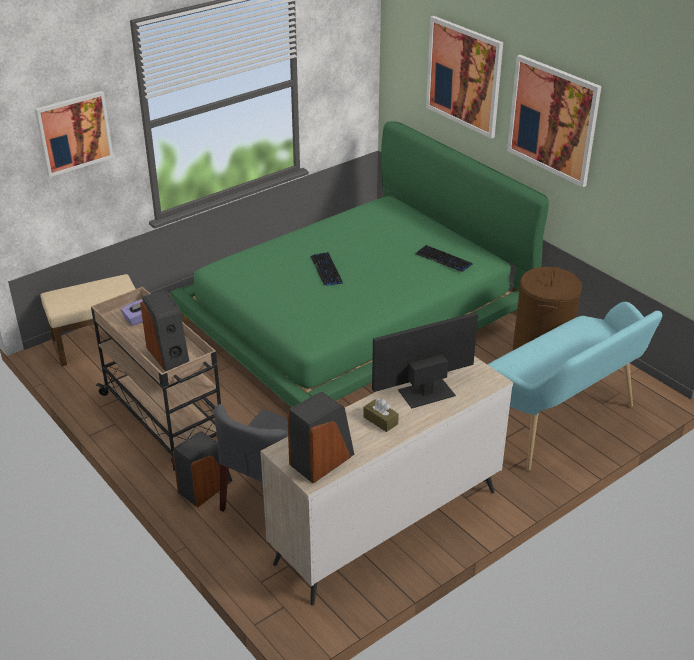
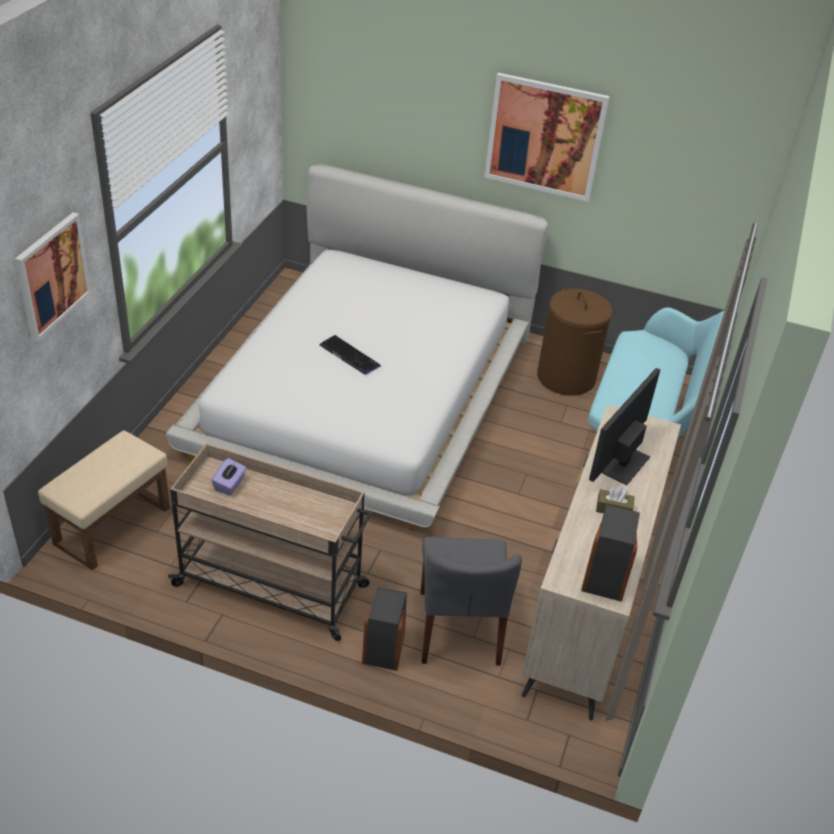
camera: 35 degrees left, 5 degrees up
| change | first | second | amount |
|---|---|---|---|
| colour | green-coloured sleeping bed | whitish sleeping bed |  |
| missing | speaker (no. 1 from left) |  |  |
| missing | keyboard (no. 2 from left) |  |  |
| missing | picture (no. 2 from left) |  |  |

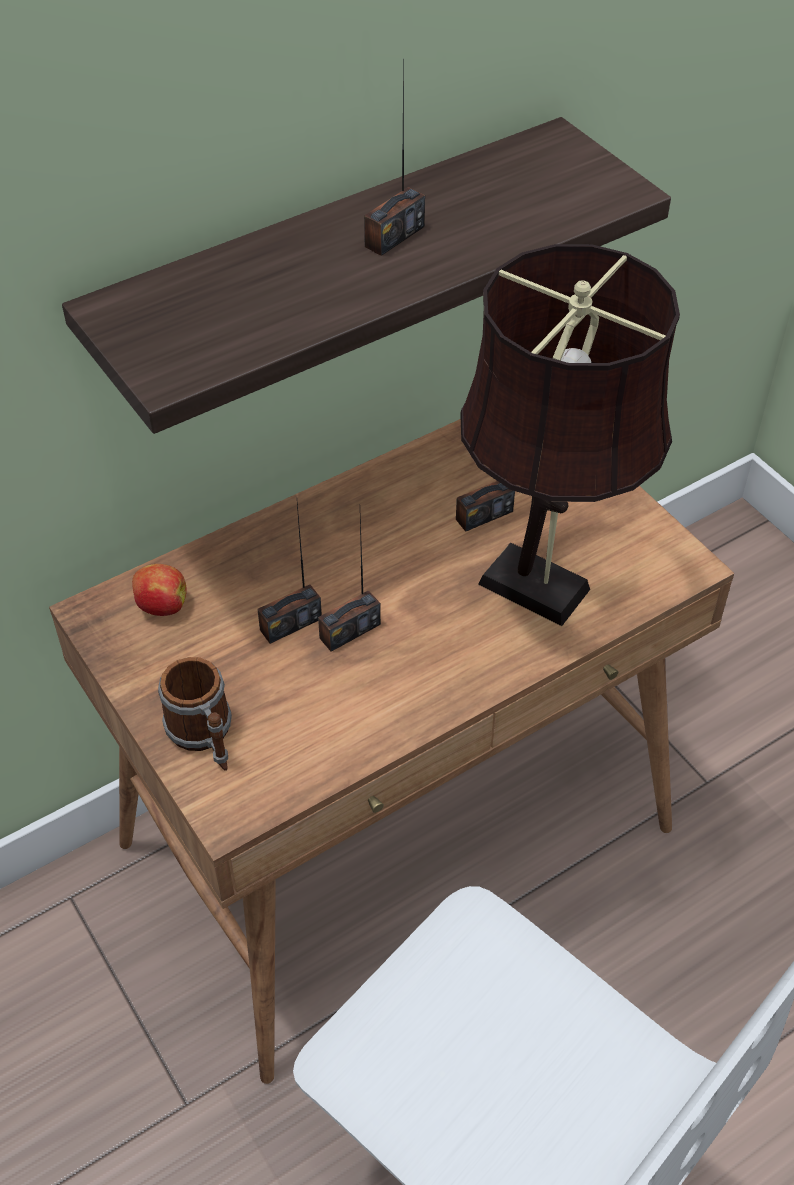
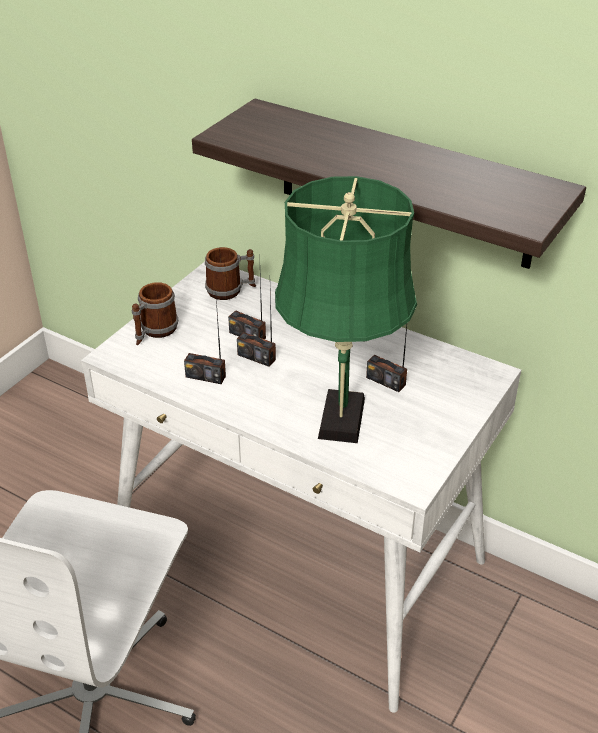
camera: 65 degrees right, 10 degrees down
| change | first | second | amount |
|---|---|---|---|
| colour | brown-coloured desk | whitish desk |  |
| relocated | radio receiver (no. 3 from left in the first image) | radio receiver (no. 1 from left) |  |
| exchanged | apple fruit | mug (no. 2 from left) |  |
| colour | brown-coloured tabletop lamp | green-coloured tabletop lamp |  |

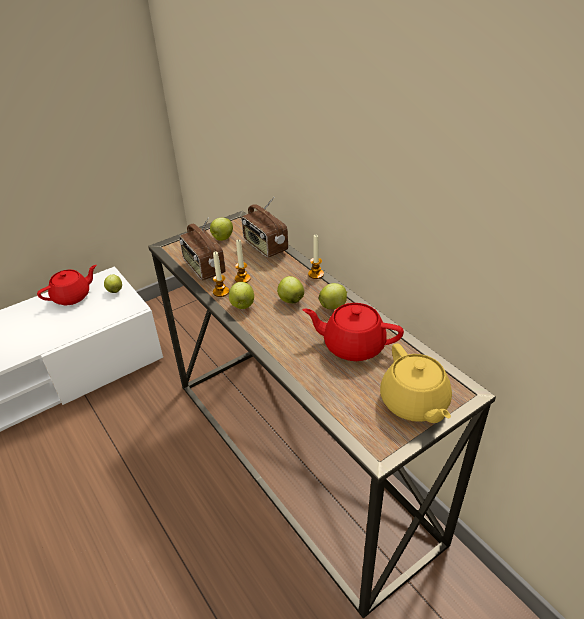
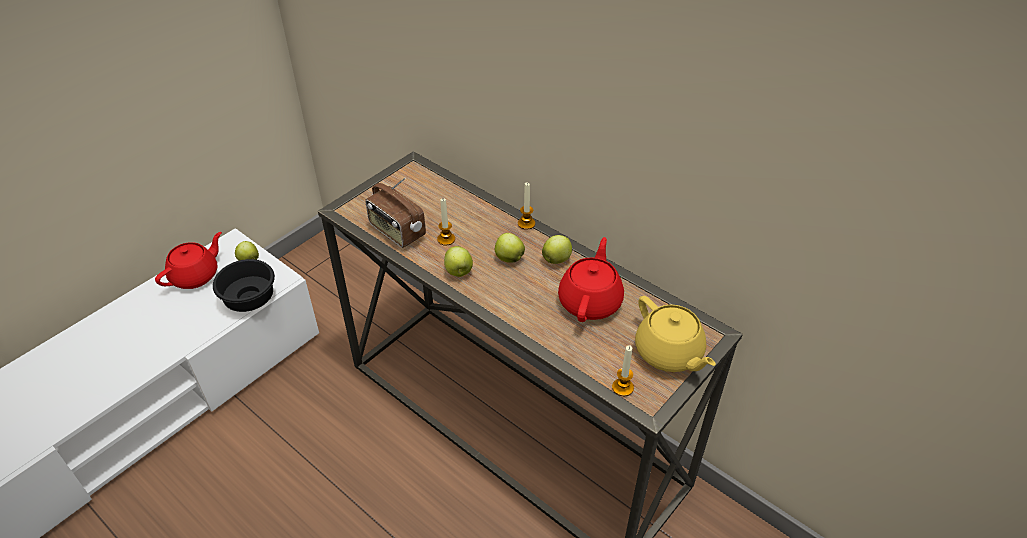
camera: 15 degrees left, 5 degrees up
| change | first | second | amount |
|---|---|---|---|
| appeared |  | black-coloured deep dish |  |
| spun | red-coloured pot for tea (no. 2 from left) |  | 105 degrees clockwise |
| relocated | wax light (no. 1 from left in the first image) | wax light (no. 3 from left) |  |
| missing | apple fruit (no. 2 from left) |  |  |
| missing | radio receiver (no. 2 from left) |  |  |

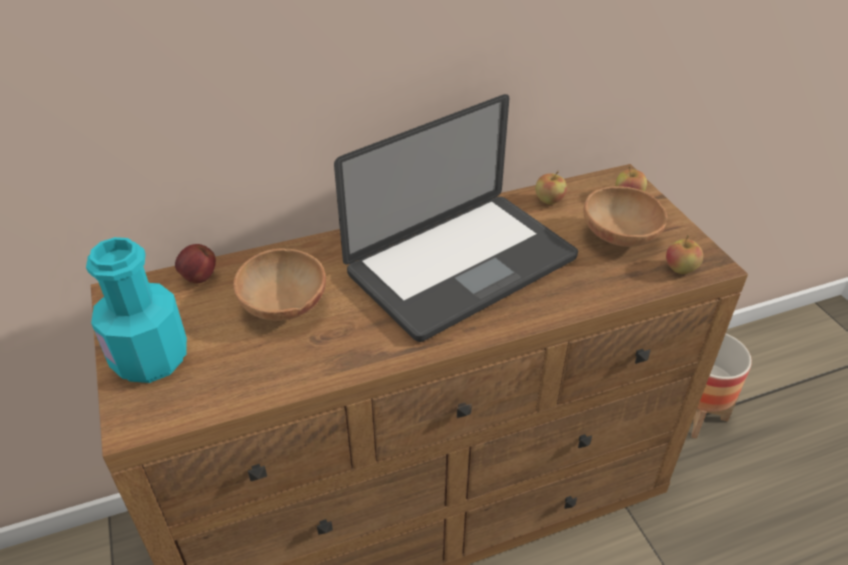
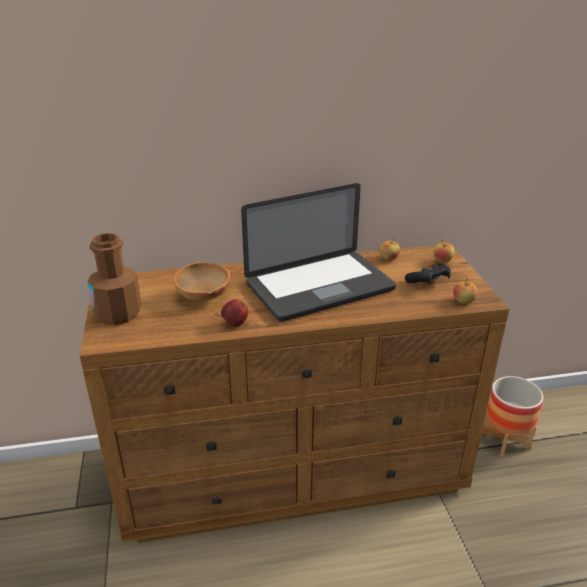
camera: 10 degrees right, 10 degrees down
| change | first | second | amount |
|---|---|---|---|
| colour | turquoise-coloured beverage bottle | brown-coloured beverage bottle |  |
| relocated | apple fruit (no. 1 from left) |  |  |
| exchanged | brown-coloured deep dish (no. 2 from left) | black-coloured joypad |  |

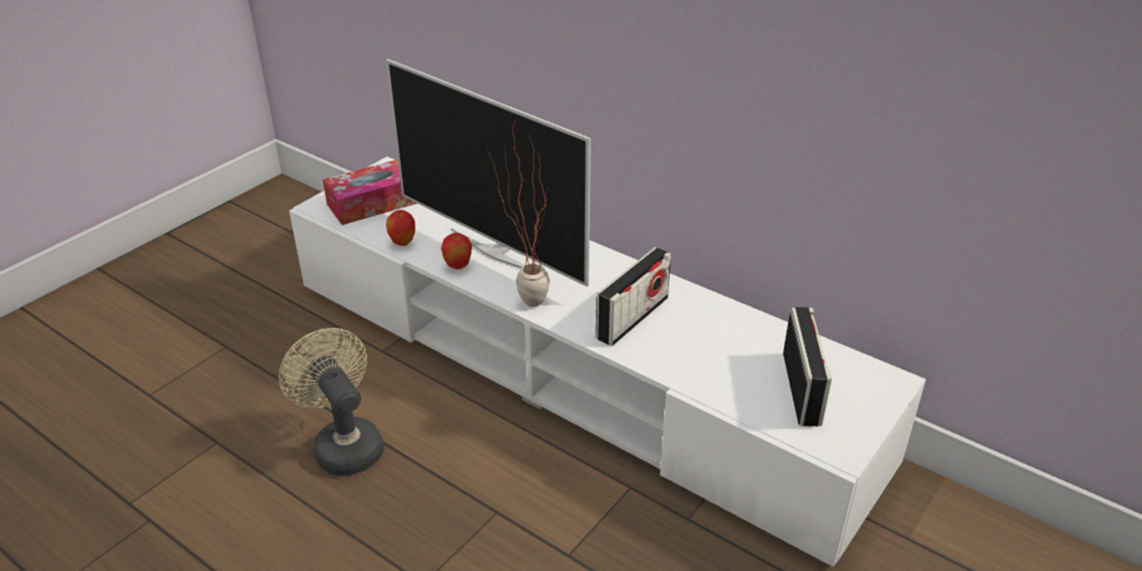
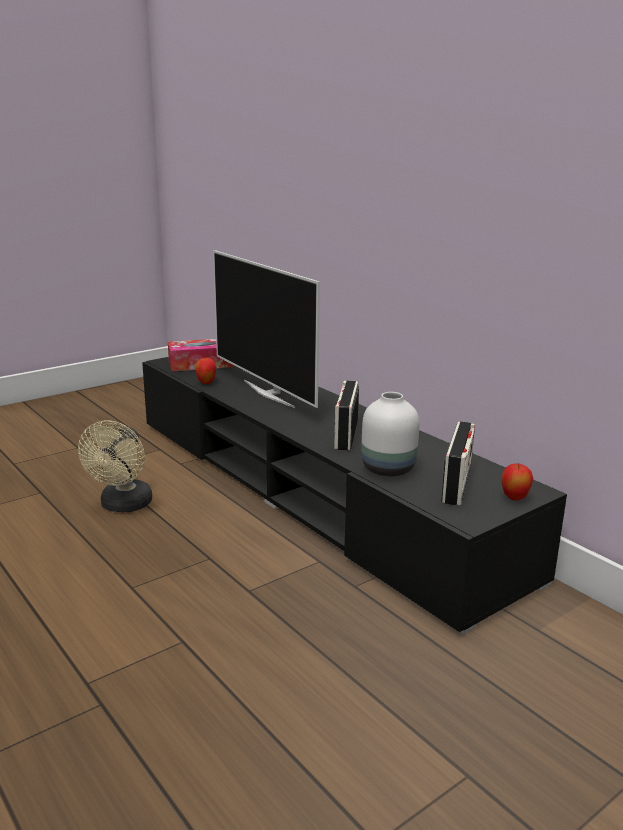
camera: 15 degrees right, 15 degrees down
| change | first | second | amount |
|---|---|---|---|
| spun | sand-coloured cooling fan |  | 150 degrees counterclockwise |
| colour | whitish tv unit | black-coloured tv unit |  |
| spun | radio receiver (no. 1 from left) |  | 135 degrees clockwise |
| appeared |  | whitish decorative vase |  |
| relocated | apple fruit (no. 2 from left) |  |  |
| missing | houseplant |  |  |

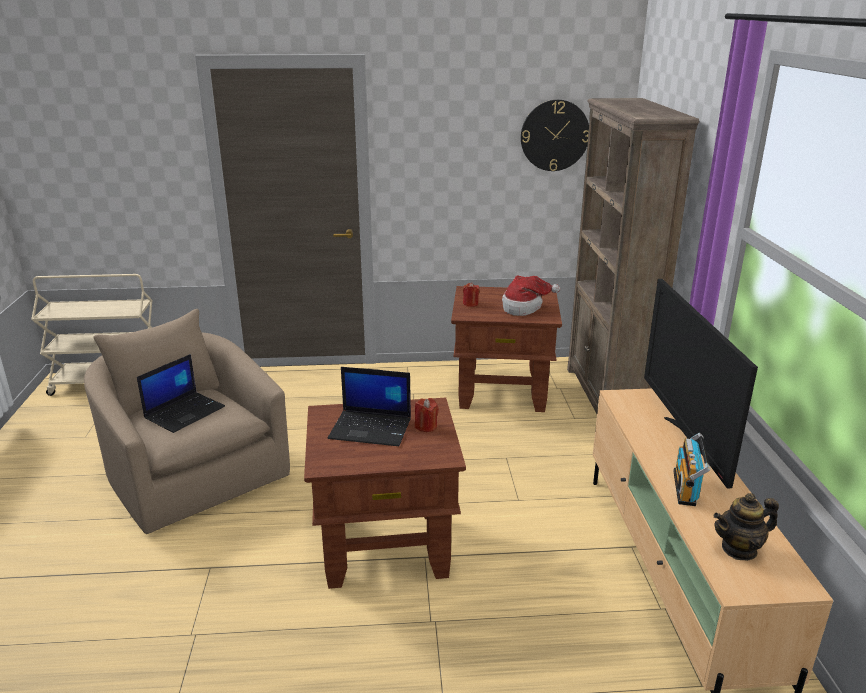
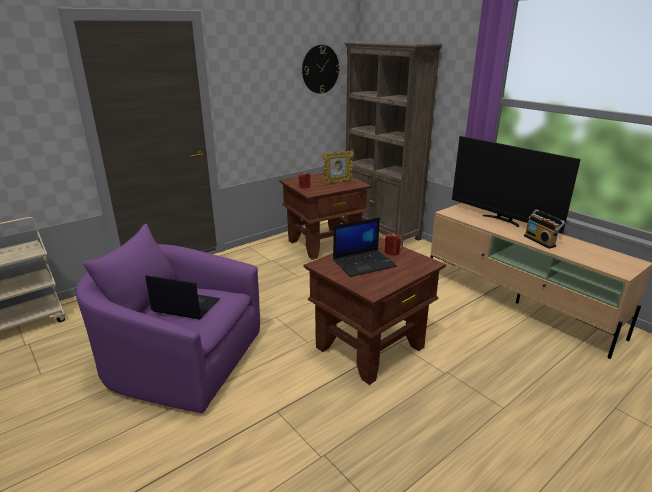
camera: 35 degrees left, 0 degrees up
| change | first | second | amount |
|---|---|---|---|
| colour | sand-coloured lounge chair | purple lounge chair |  |
| spun | notebook computer (no. 1 from left) |  | 75 degrees counterclockwise |
| exchanged | wearable hat | picture frame |  |
| missing | pot for tea |  |  |

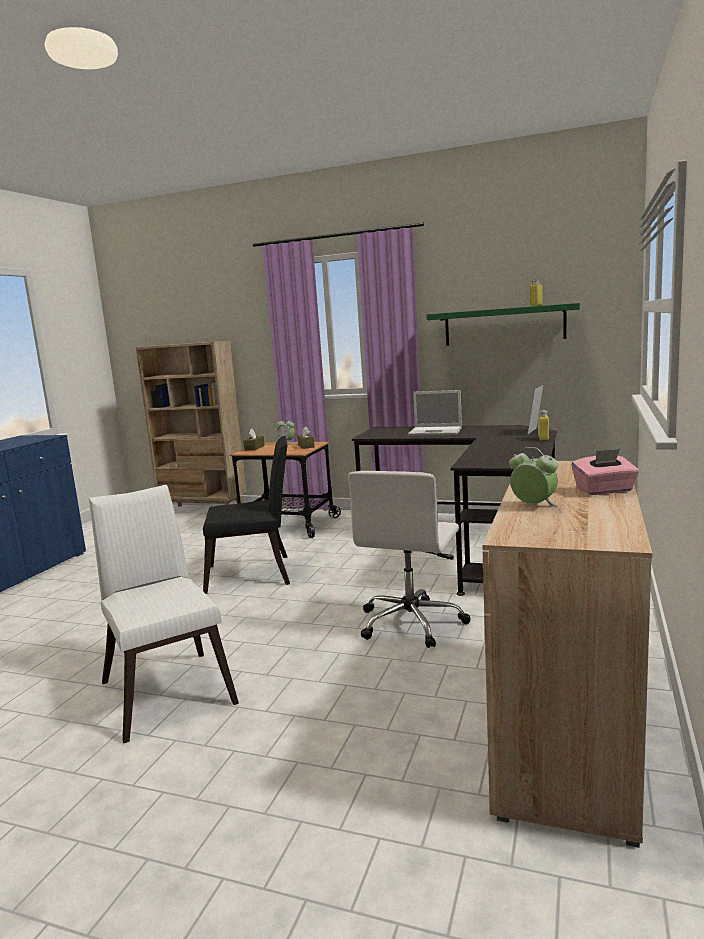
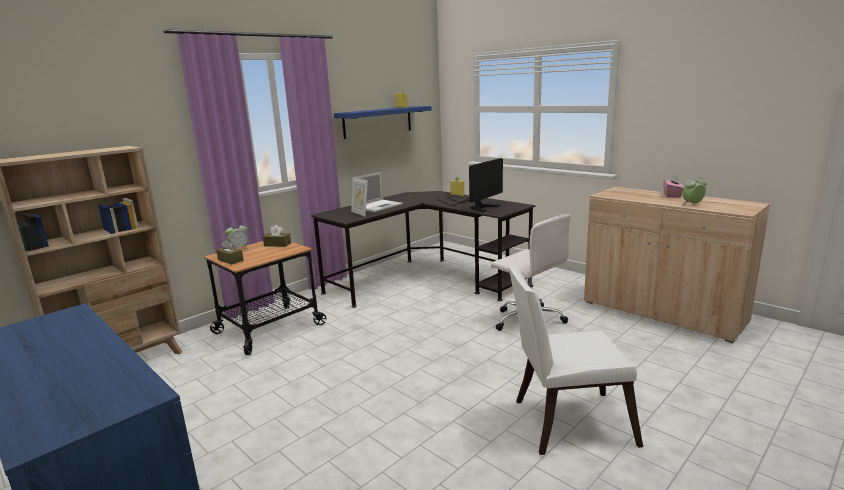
camera: 65 degrees left, 5 degrees up
| change | first | second | amount |
|---|---|---|---|
| colour | green-coloured shelf | blue-coloured shelf |  |
| relocated | picture frame |  |  |
| appeared |  | computer screen |  |
| missing | black-coloured plain chair |  |  |

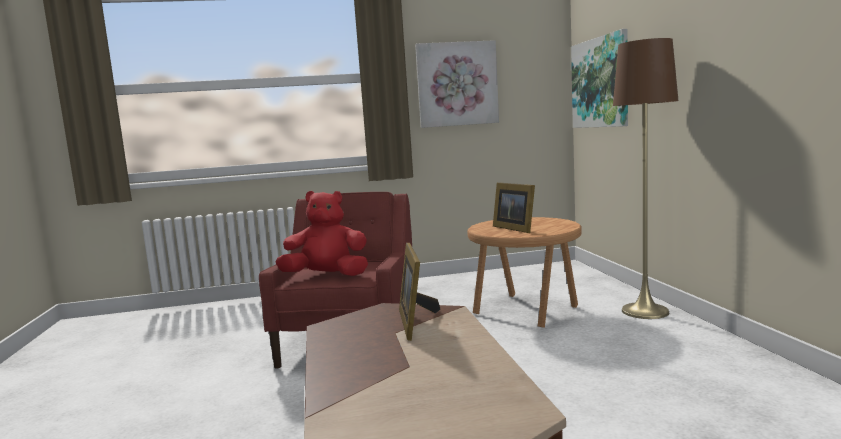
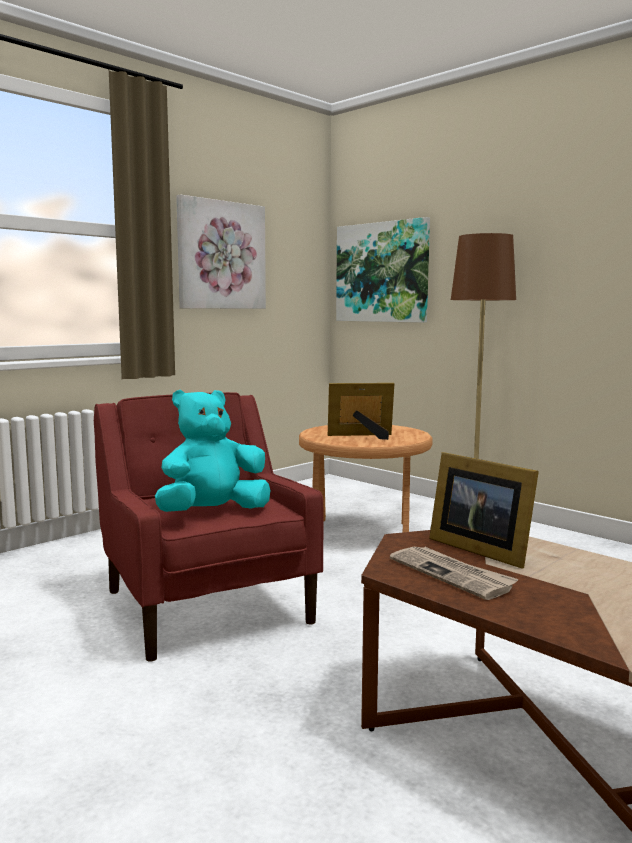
camera: 35 degrees left, 0 degrees up
| change | first | second | amount |
|---|---|---|---|
| colour | red-coloured soft toy | turquoise-coloured soft toy |  |
| spun | picture frame (no. 2 from left in the first image) | picture frame (no. 1 from left) | 150 degrees clockwise |
| appeared |  | newspaper |  |

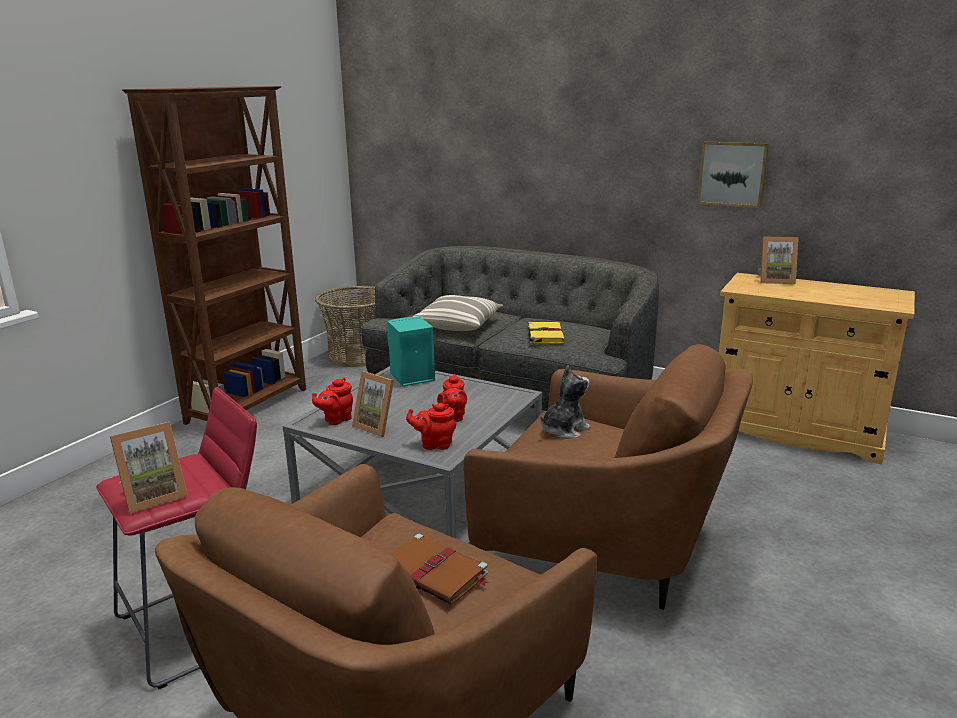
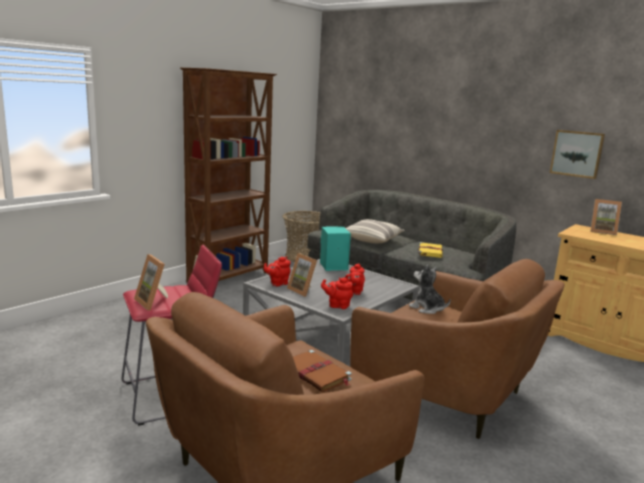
camera: 10 degrees right, 5 degrees down
| change | first | second | amount |
|---|---|---|---|
| spun | picture frame (no. 1 from left) |  | 75 degrees clockwise |
| spun | soft toy |  | 105 degrees counterclockwise |

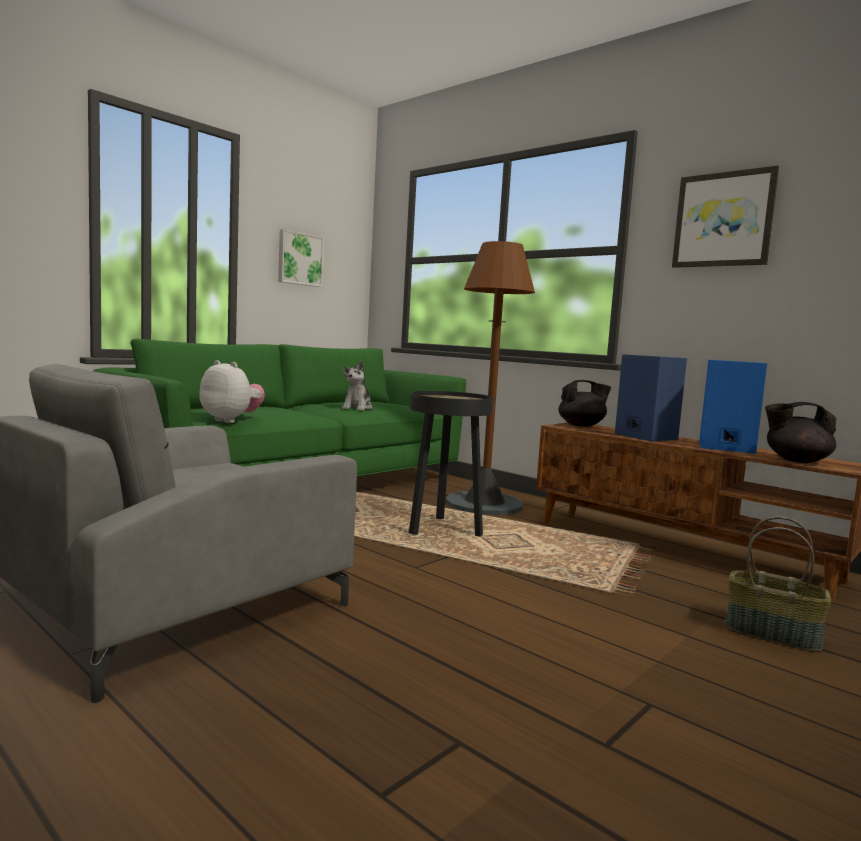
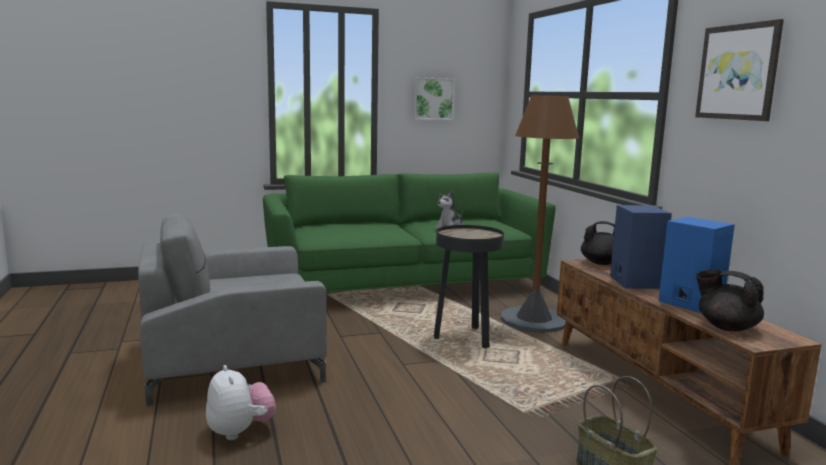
camera: 30 degrees right, 5 degrees up
| change | first | second | amount |
|---|---|---|---|
| relocated | soft toy (no. 1 from left) |  |  |

